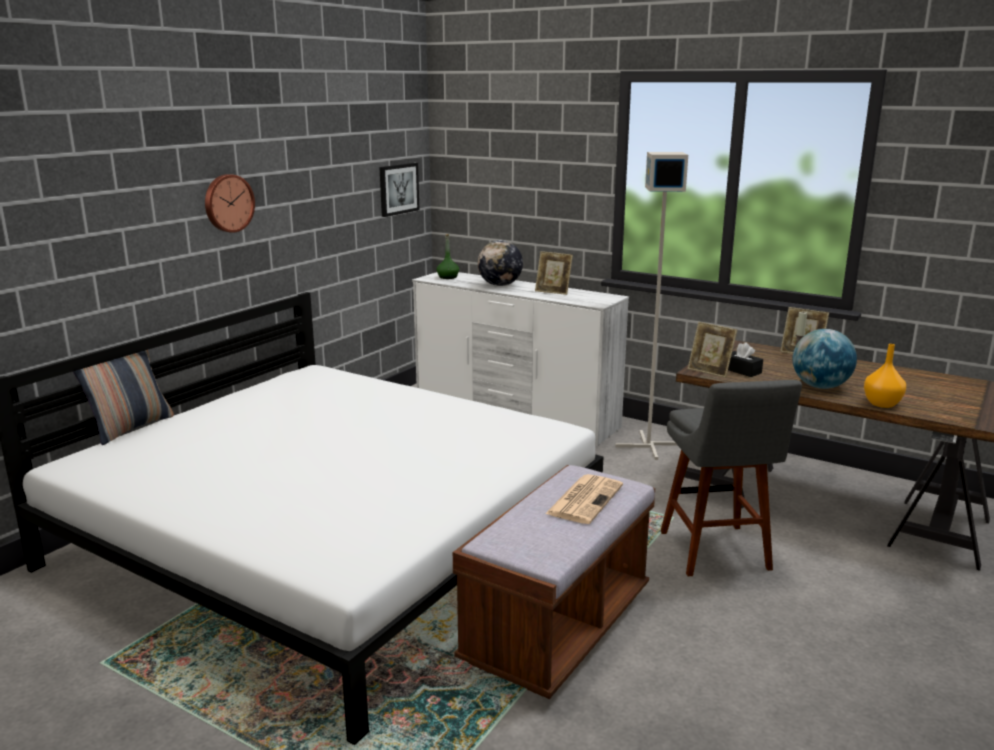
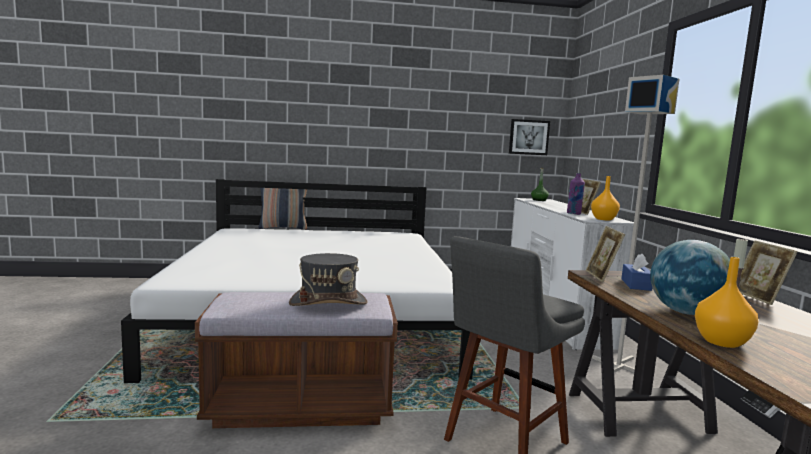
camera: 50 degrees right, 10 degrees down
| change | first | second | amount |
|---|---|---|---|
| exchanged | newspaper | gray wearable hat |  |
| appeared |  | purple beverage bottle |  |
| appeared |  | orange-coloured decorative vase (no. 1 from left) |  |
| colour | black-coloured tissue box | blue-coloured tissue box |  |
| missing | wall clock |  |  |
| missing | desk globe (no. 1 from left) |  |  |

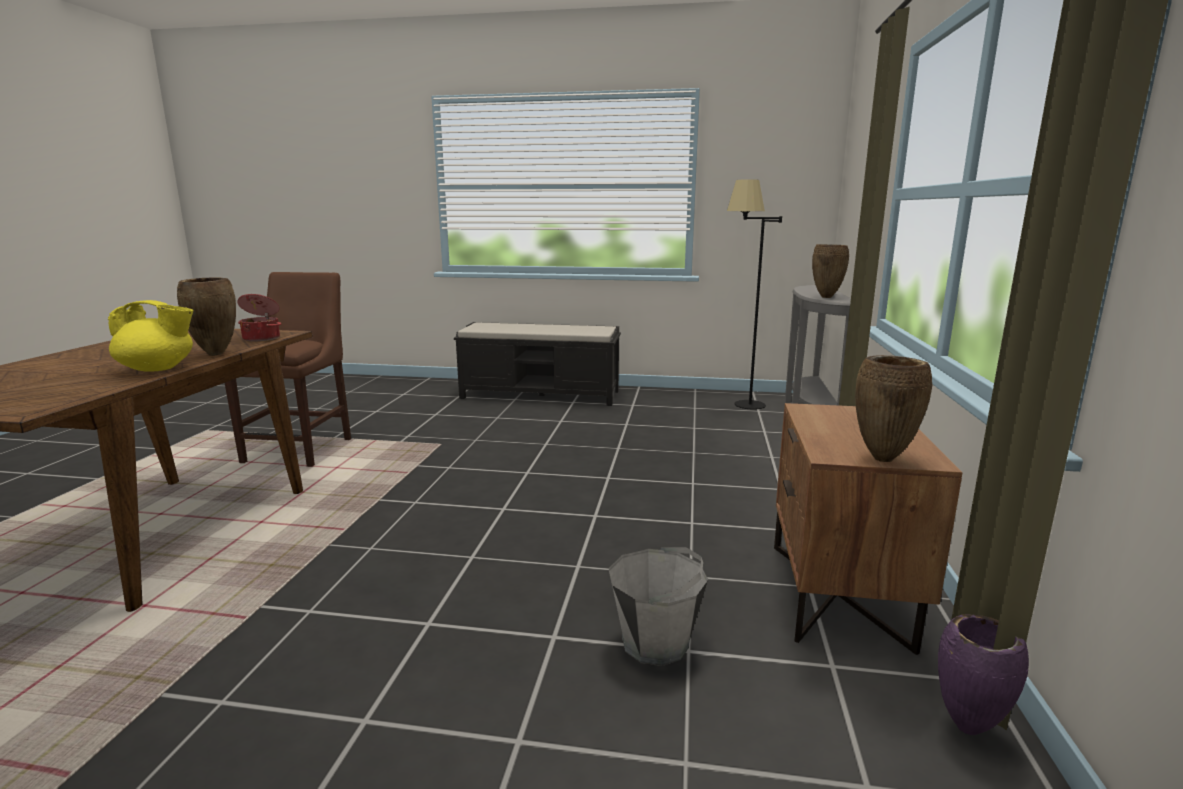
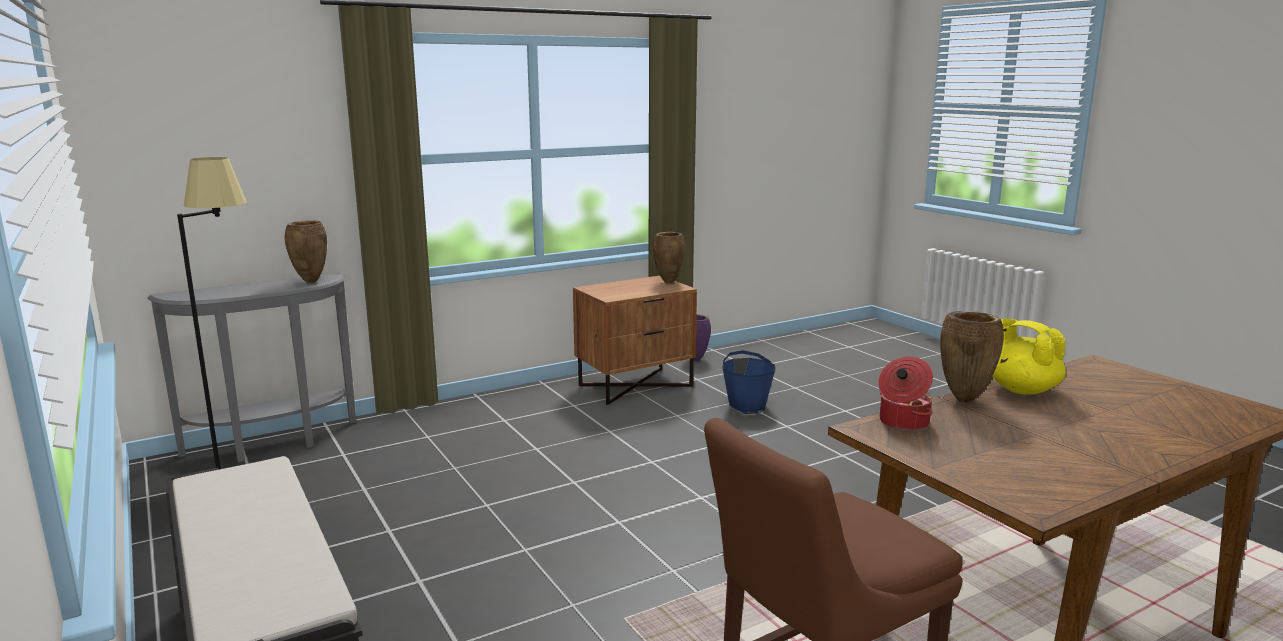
camera: 130 degrees left, 0 degrees up
| change | first | second | amount |
|---|---|---|---|
| colour | gray water bucket | blue-coloured water bucket |  |

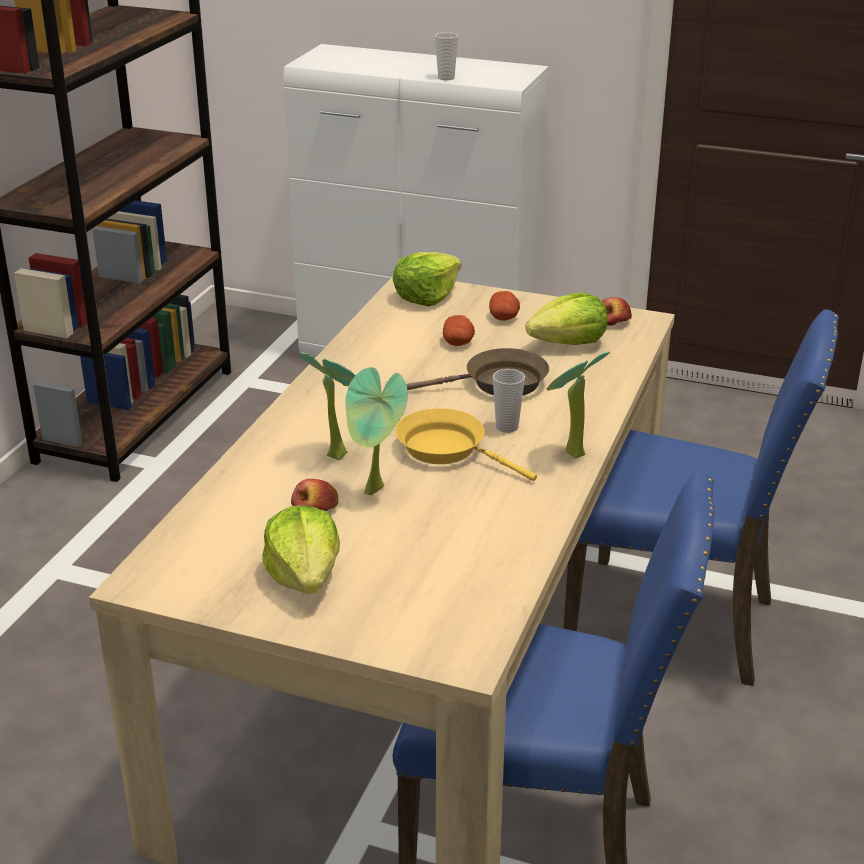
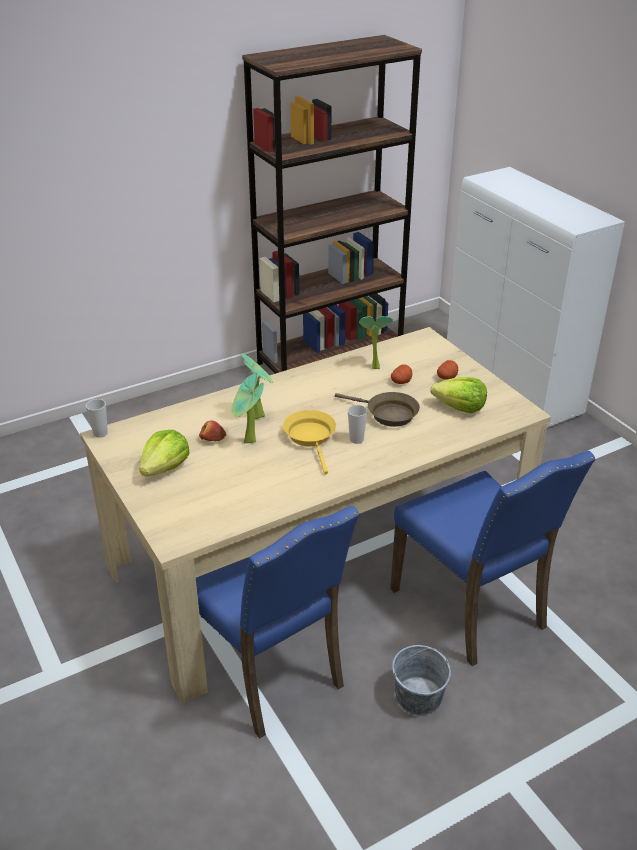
camera: 40 degrees right, 5 degrees up
| change | first | second | amount |
|---|---|---|---|
| relocated | cup (no. 1 from left) |  |  |
| relocated | houseplant (no. 3 from left) |  |  |
| appeared |  | gray water bucket |  |
| missing | lettuce head (no. 2 from left) |  |  |
| missing | apple fruit (no. 2 from left) |  |  |

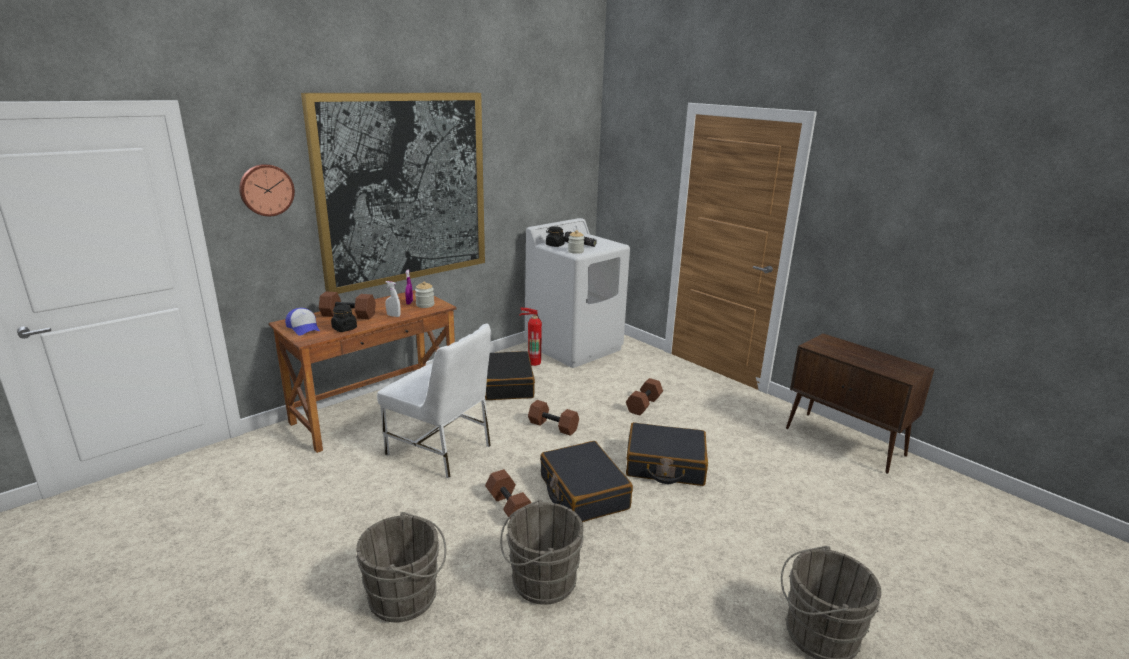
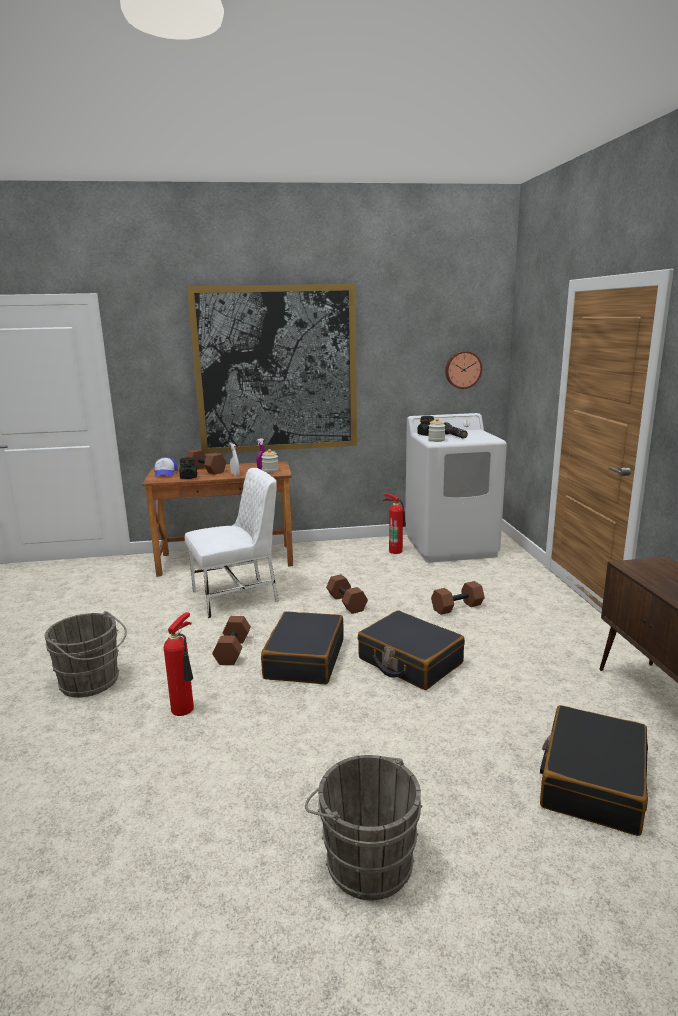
camera: 35 degrees right, 5 degrees down
| change | first | second | amount |
|---|---|---|---|
| exchanged | gray water bucket (no. 2 from left) | fire-fighting cylinder (no. 1 from left) |  |
| spun | whitish plain chair |  | 90 degrees counterclockwise |
| relocated | wall clock |  |  |
| relocated | black-coloured suitcase (no. 1 from left in the first image) | black-coloured suitcase (no. 3 from left) |  |

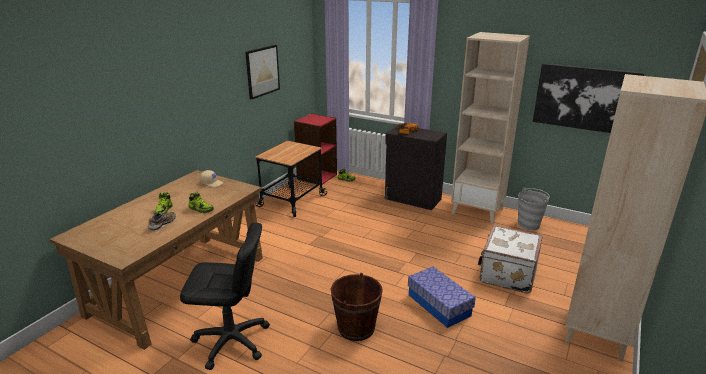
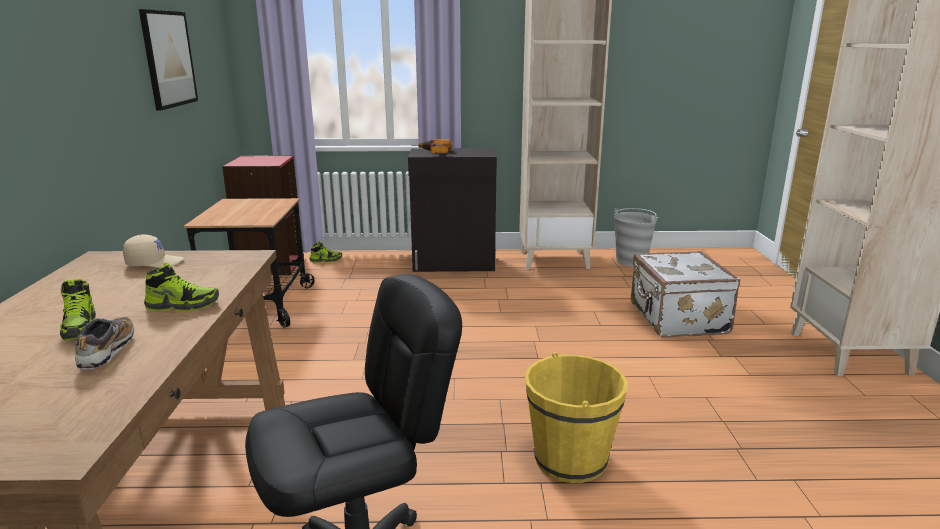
camera: 30 degrees left, 5 degrees down
| change | first | second | amount |
|---|---|---|---|
| colour | brown-coloured water bucket | yellow water bucket |  |
| missing | storage bin |  |  |
| missing | picture (no. 2 from left) |  |  |

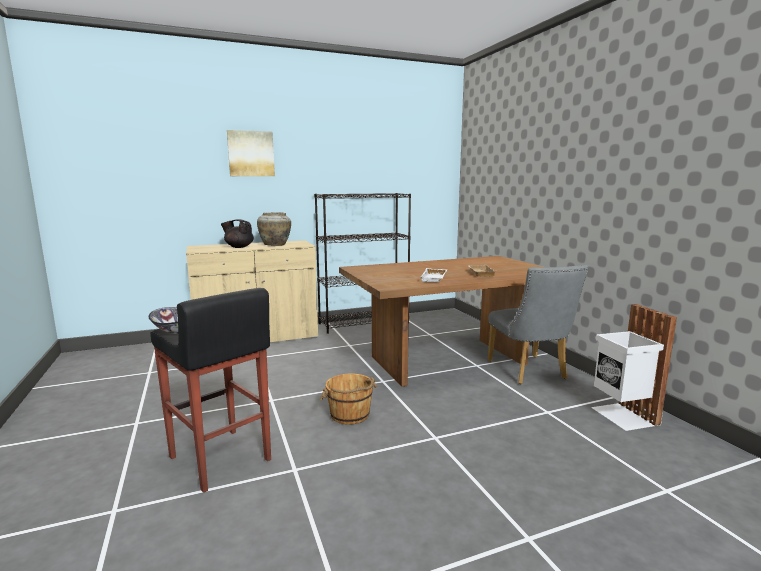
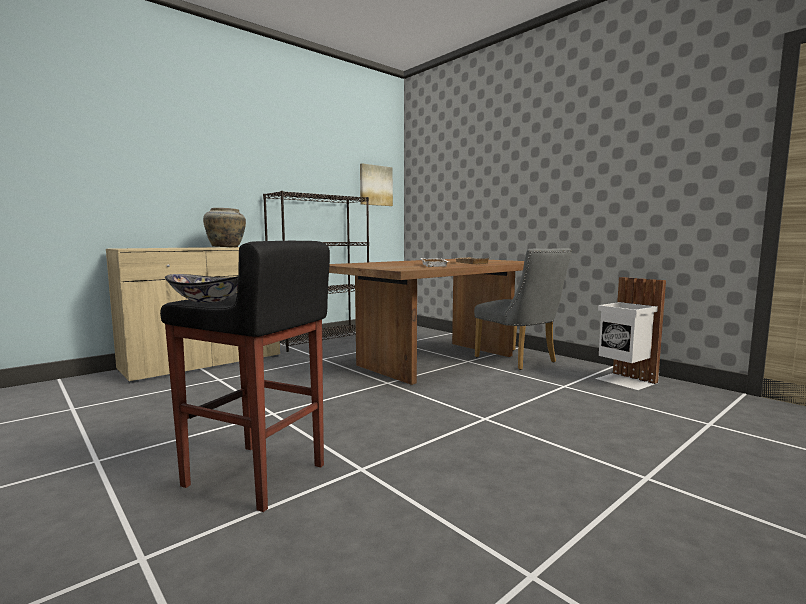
camera: 20 degrees left, 5 degrees down
| change | first | second | amount |
|---|---|---|---|
| relocated | picture |  |  |
| missing | black-coloured pot for tea |  |  |
| missing | brown-coloured water bucket |  |  |

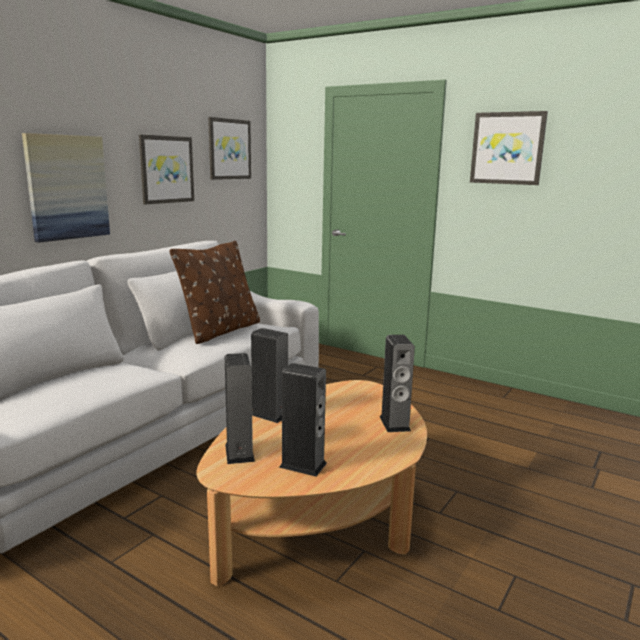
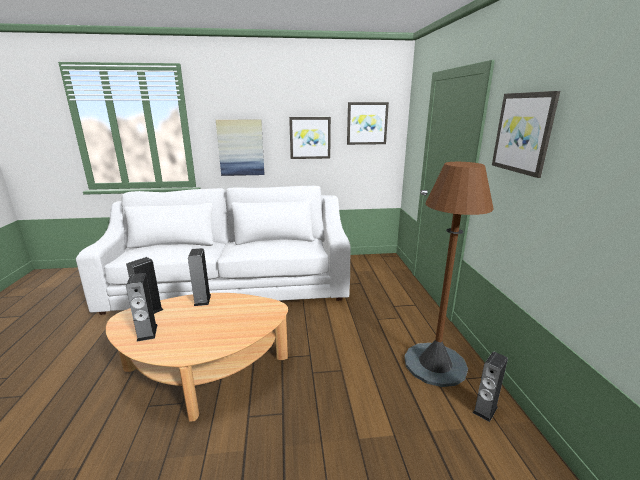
camera: 50 degrees right, 5 degrees up
| change | first | second | amount |
|---|---|---|---|
| appeared |  | brown-coloured floor lamp |  |
| relocated | speaker (no. 4 from left) |  |  |
| missing | brown-coloured throw pillow |  |  |

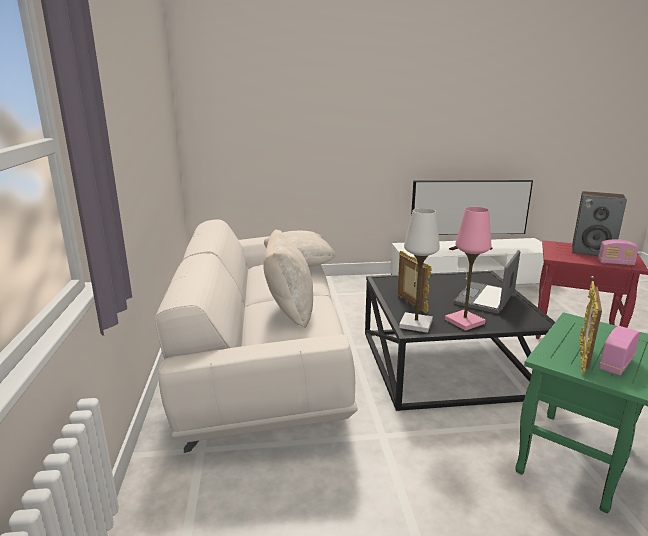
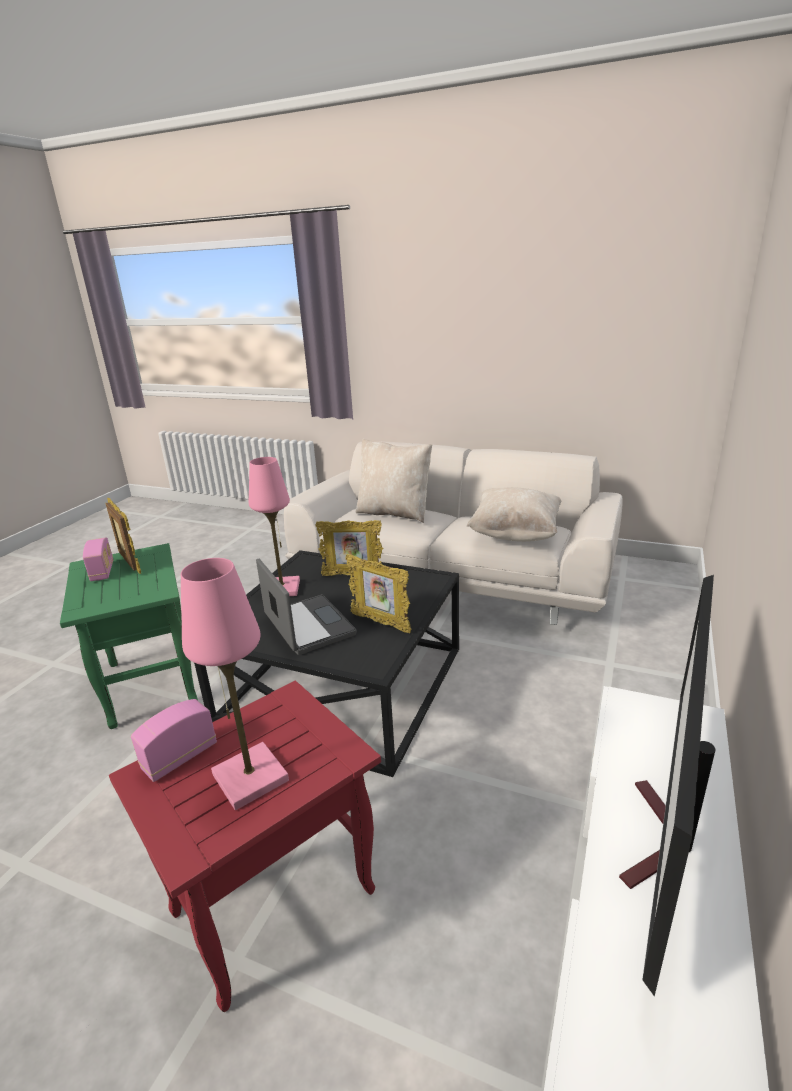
camera: 120 degrees right, 5 degrees up
| change | first | second | amount |
|---|---|---|---|
| exchanged | speaker | pinkish tabletop lamp (no. 1 from left) |  |
| appeared |  | picture frame (no. 3 from left) |  |
| missing | whitish tabletop lamp |  |  |

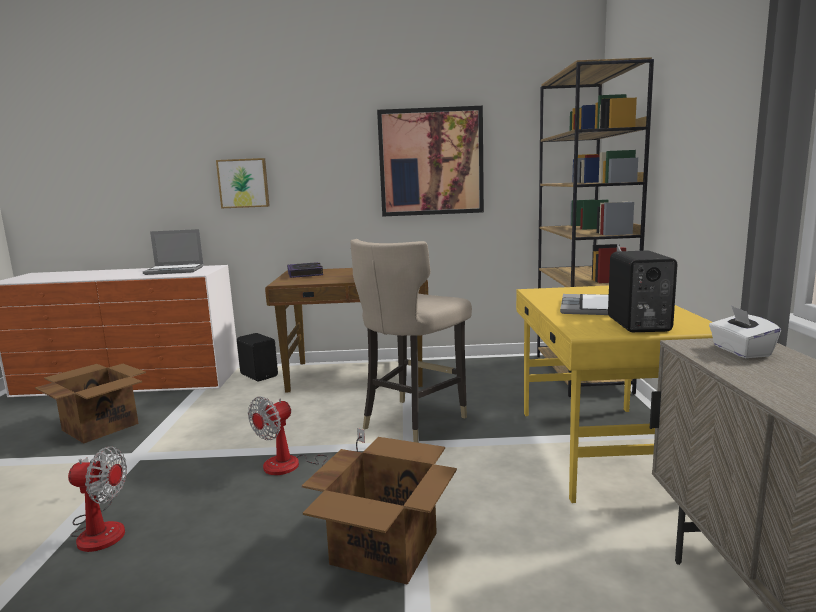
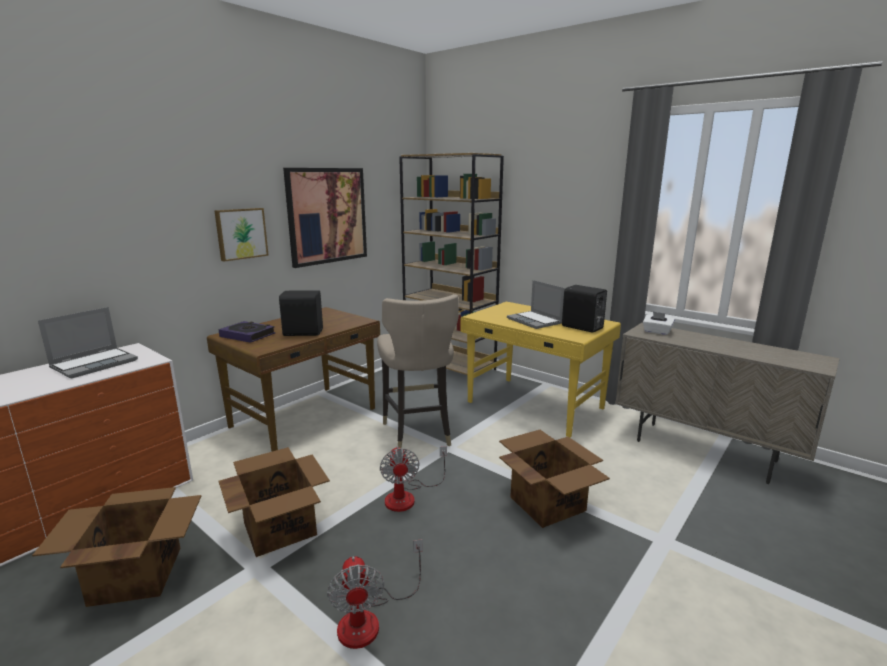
camera: 50 degrees left, 5 degrees up
| change | first | second | amount |
|---|---|---|---|
| relocated | picture (no. 1 from left) |  |  |
| appeared |  | cardboard box (no. 2 from left) |  |
| relocated | black-coloured speaker (no. 1 from left) |  |  |
| spun | cooling fan (no. 1 from left) |  | 120 degrees clockwise |

